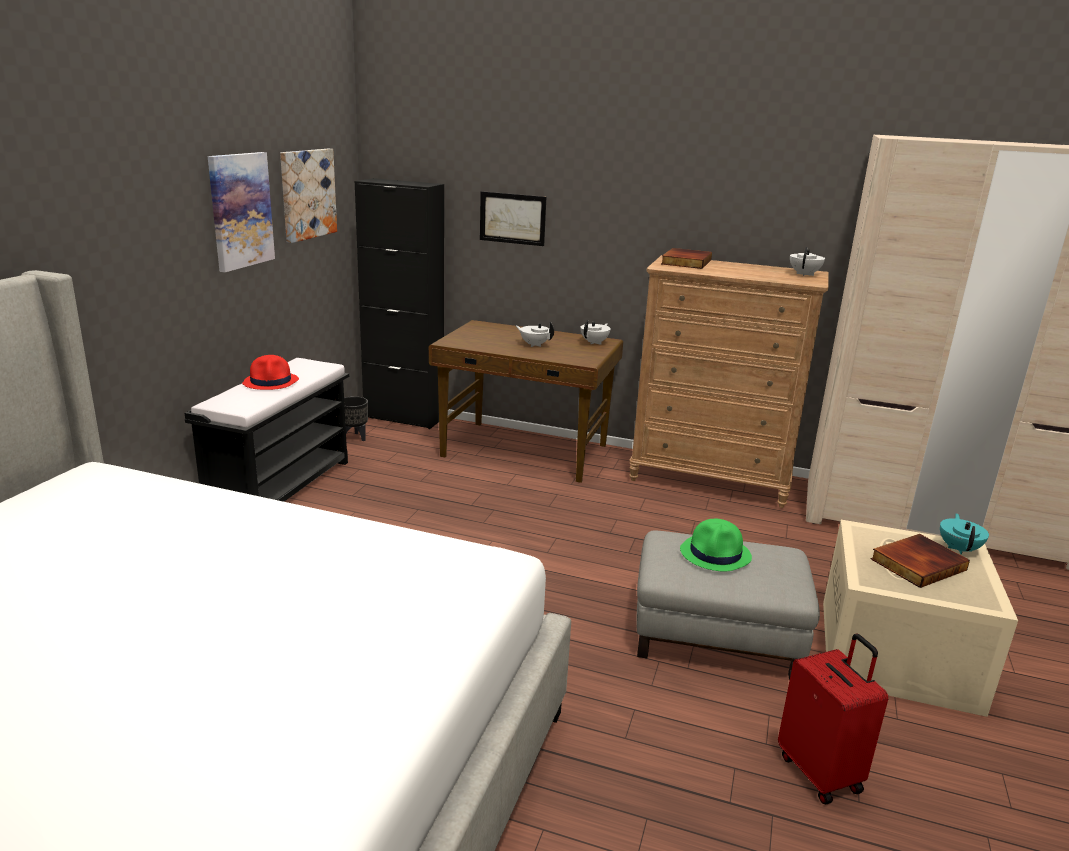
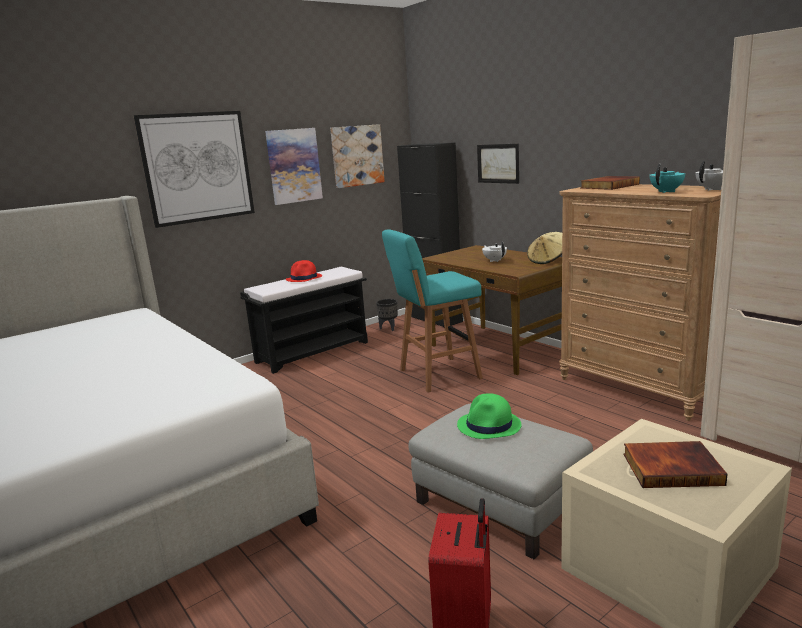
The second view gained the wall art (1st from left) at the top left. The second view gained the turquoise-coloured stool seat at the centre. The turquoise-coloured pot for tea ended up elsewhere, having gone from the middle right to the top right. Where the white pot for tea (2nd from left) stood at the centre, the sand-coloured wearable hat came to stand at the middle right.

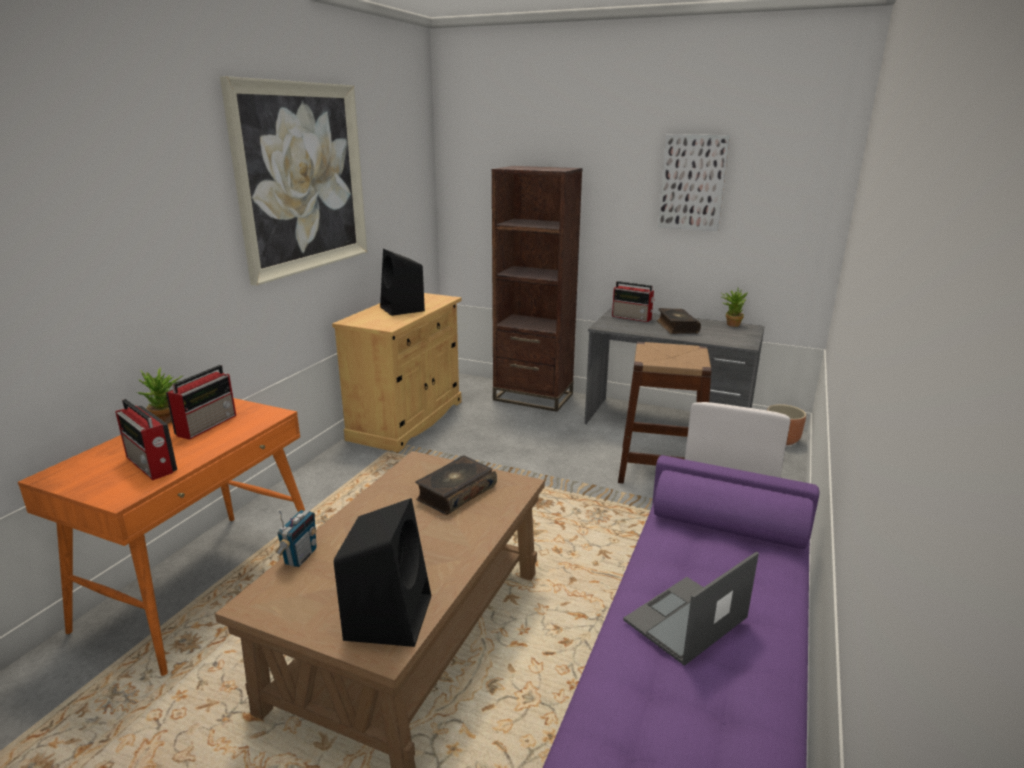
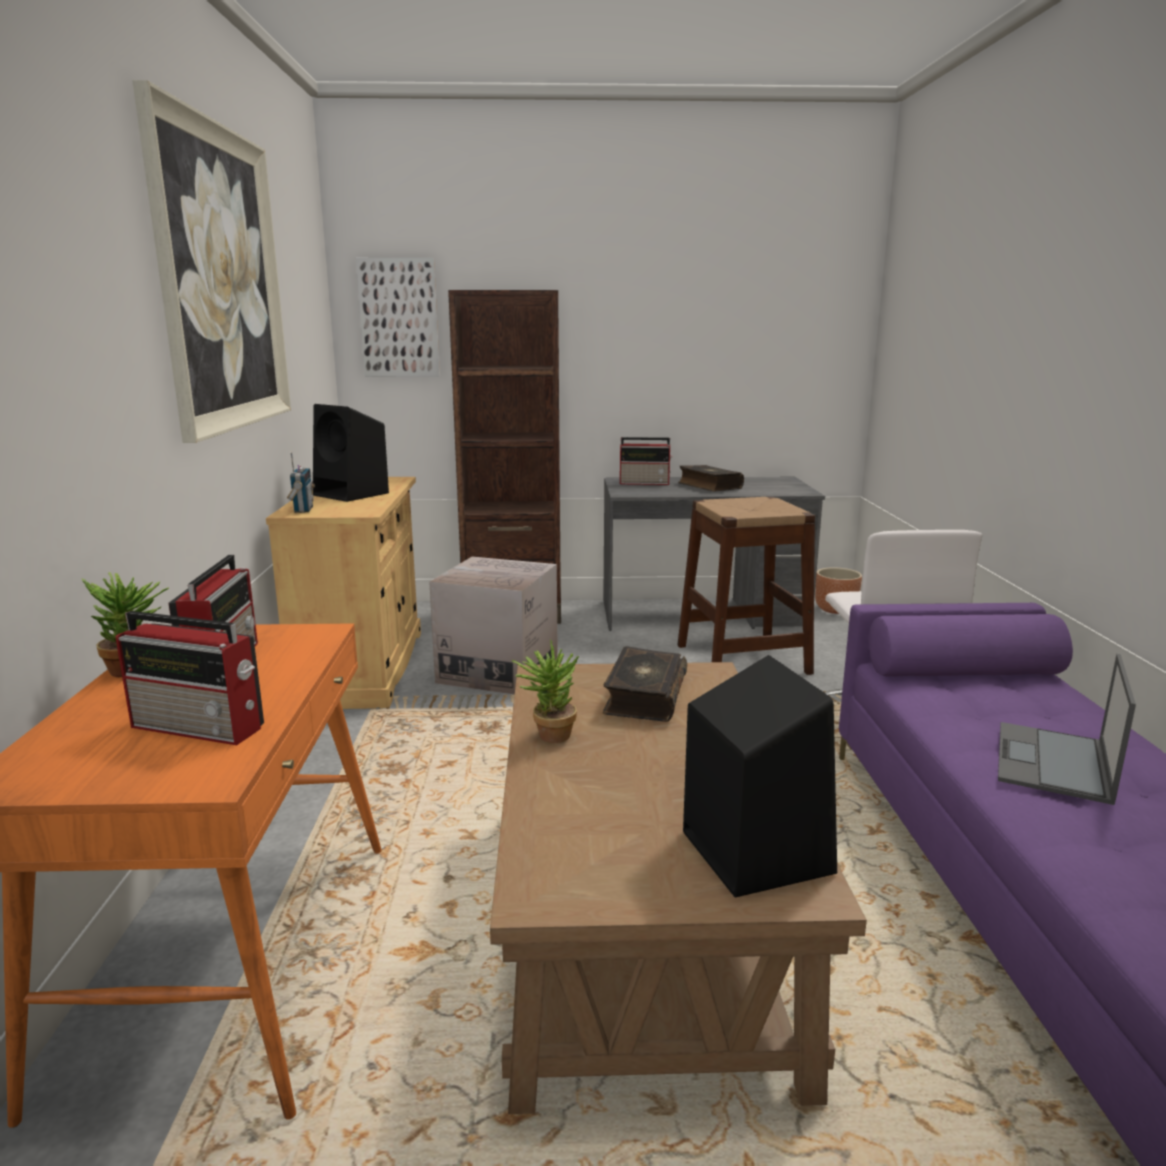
The second view gained the packing box at the centre. The radio (3rd from left) ended up elsewhere, having gone from the bottom left to the middle left. The wall art (2nd from left) ended up elsewhere, having gone from the top right to the top centre. The potted plant (2nd from left) ended up elsewhere, having gone from the middle right to the centre.

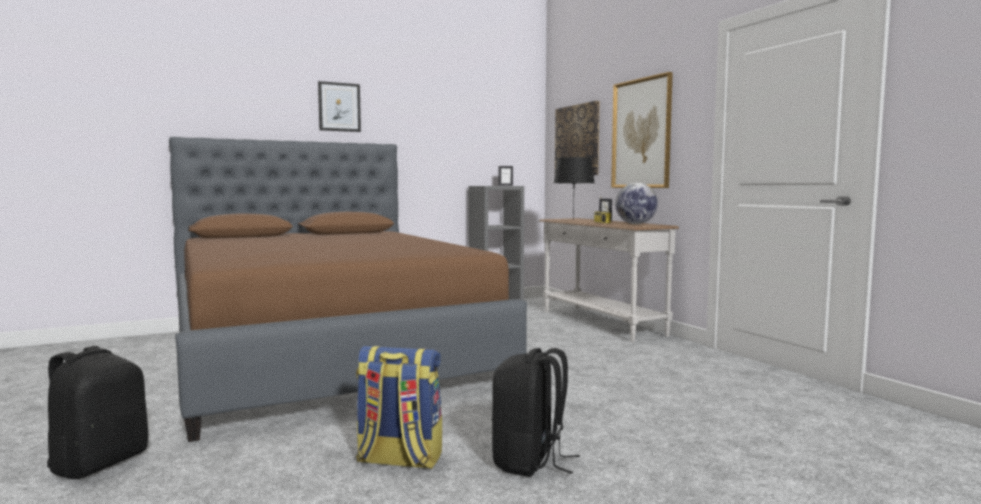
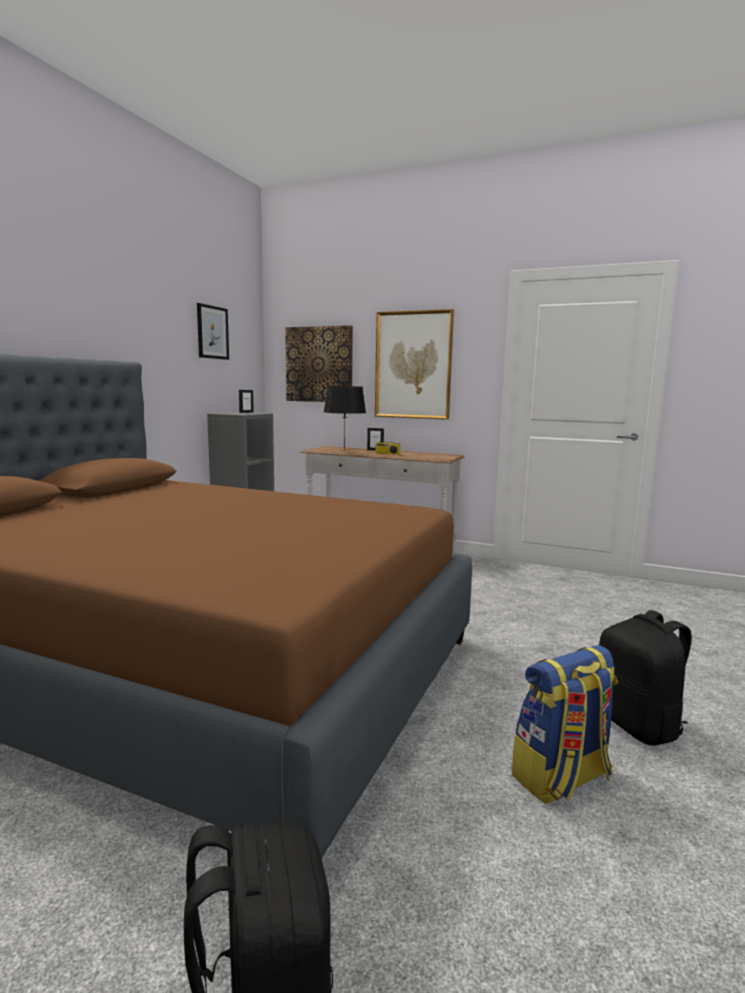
The second view lost the globe at the centre. The wall art (1st from left) ended up elsewhere, having gone from the top centre to the middle left.

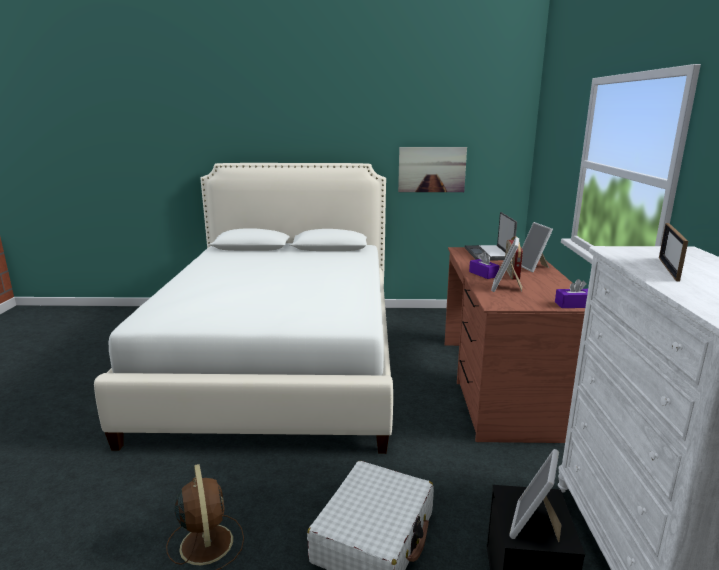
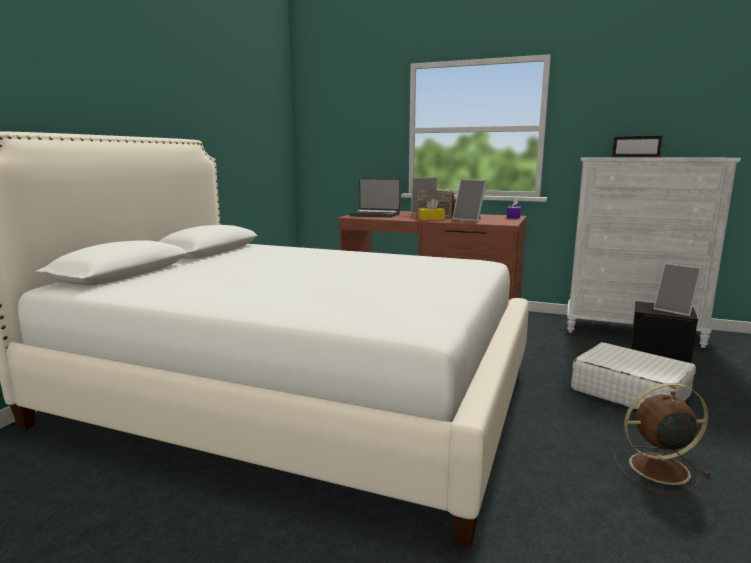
The second view lost the wall art at the top centre. What was the purplish tissue holder (1st from left) at the middle right turned into the yellowish tissue holder at the centre.

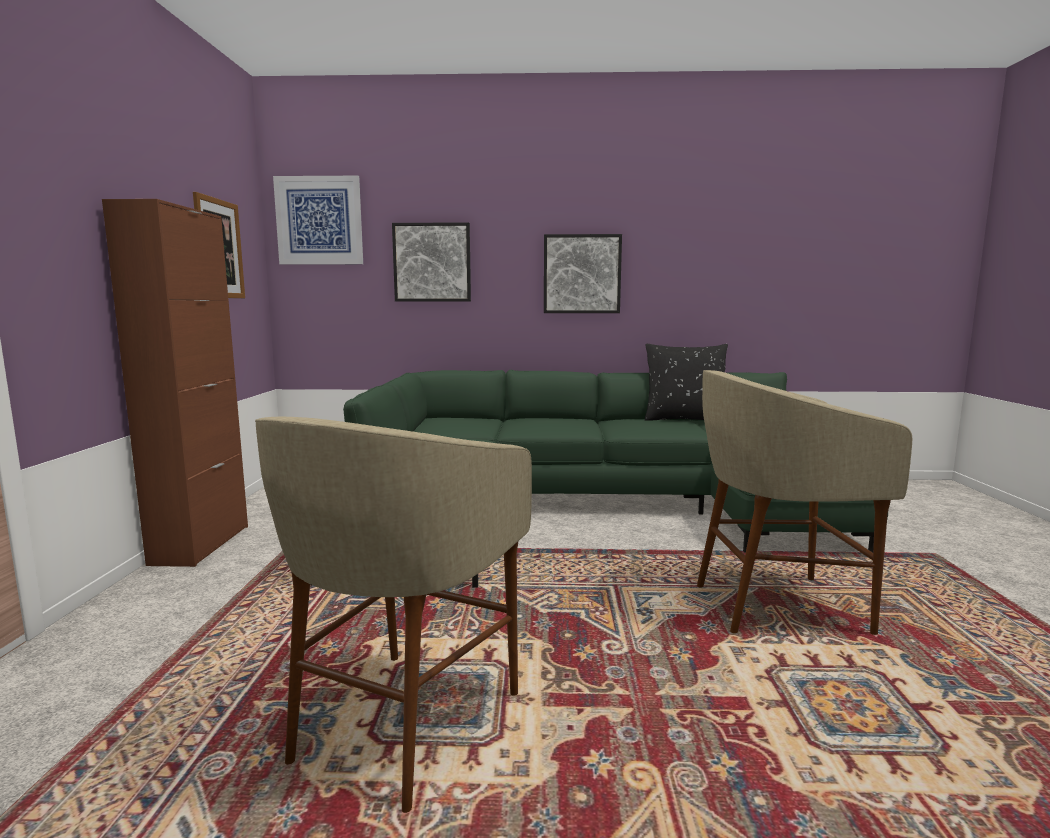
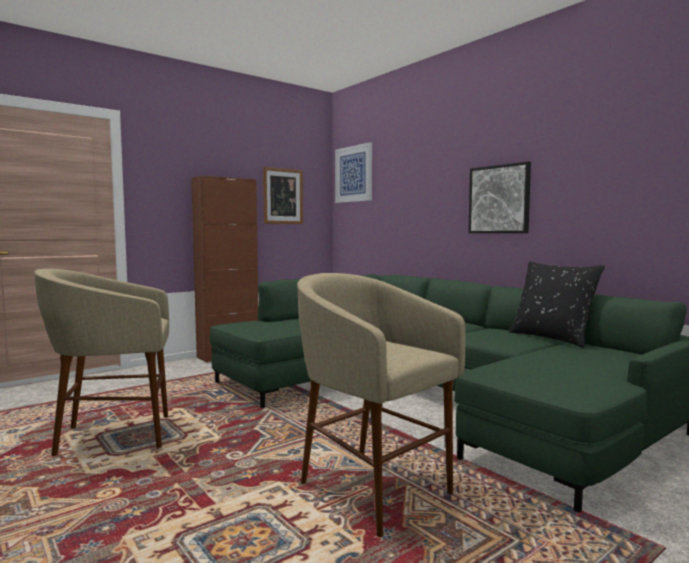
The second view lost the wall art (3rd from left) at the top centre.

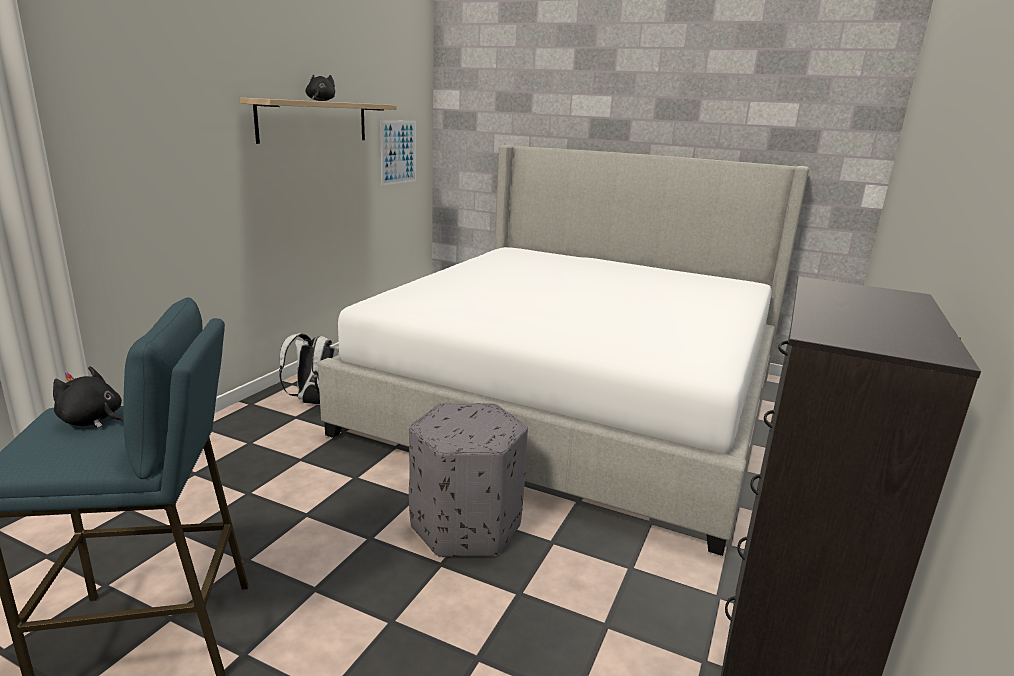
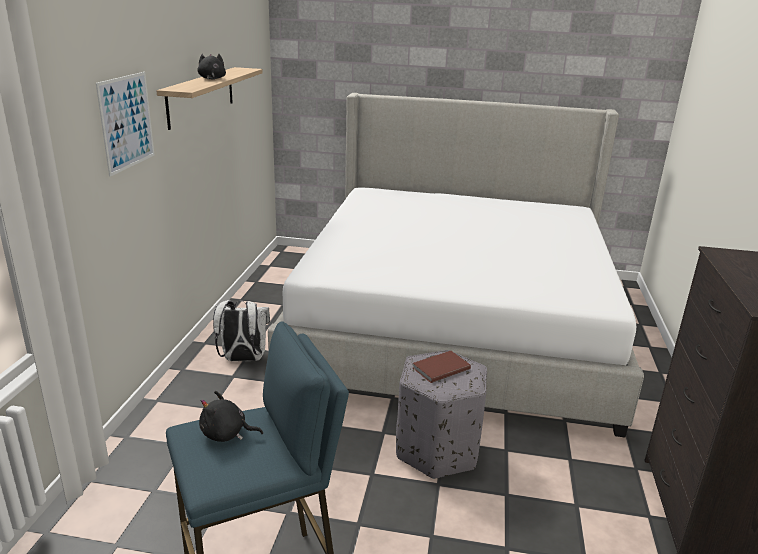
The second view gained the brown volume at the centre. The wall art ended up elsewhere, having gone from the top centre to the top left.

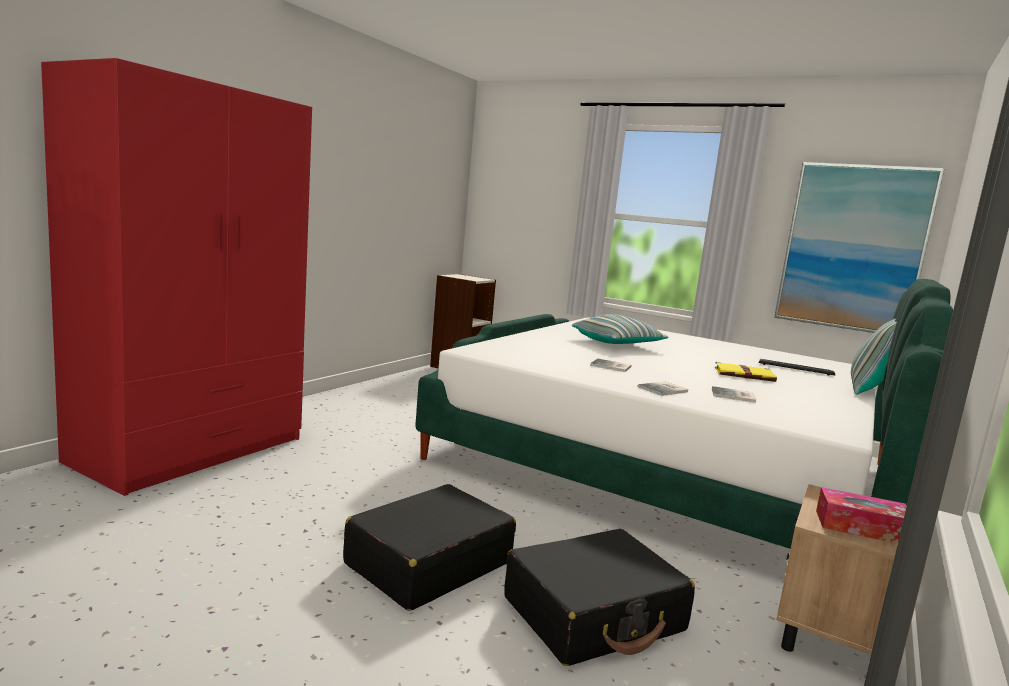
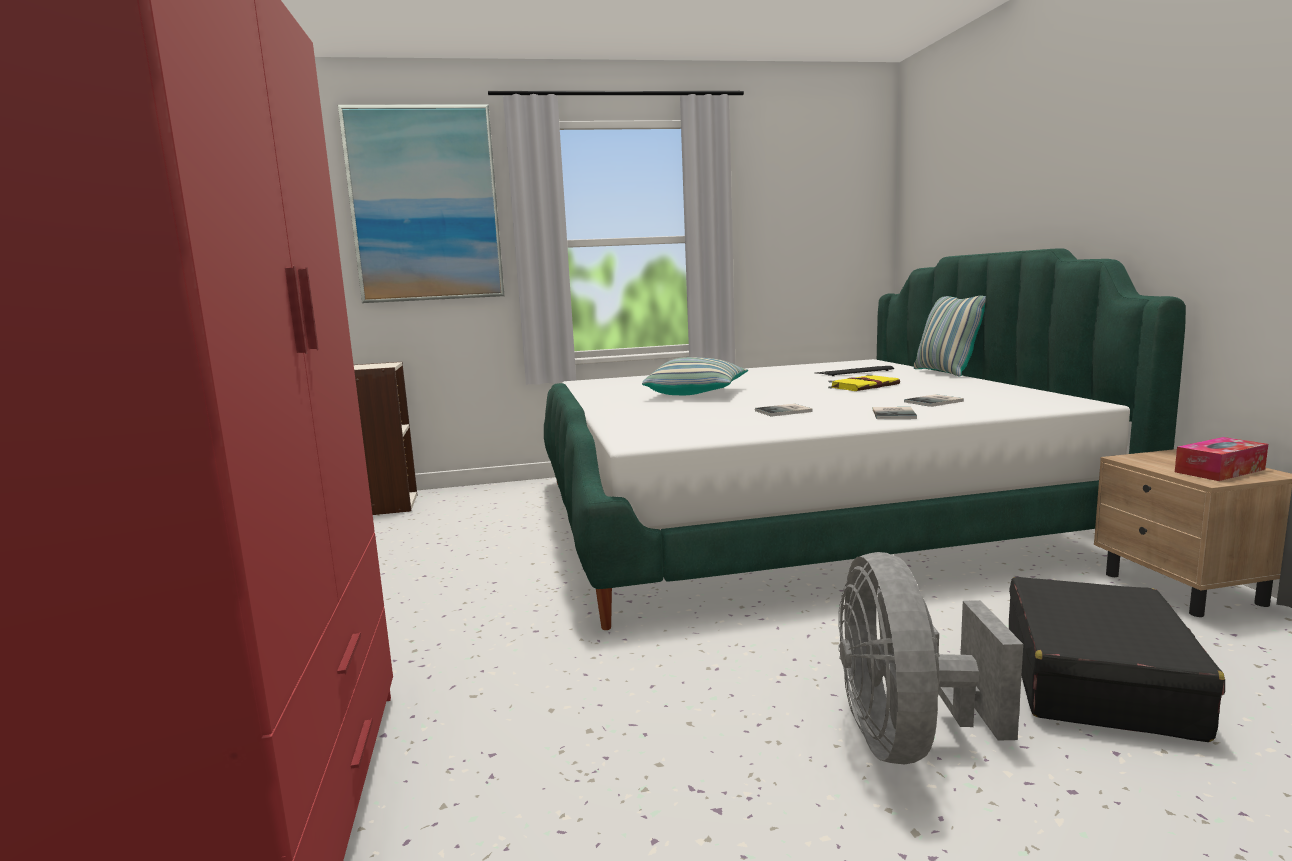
The wall art ended up elsewhere, having gone from the middle right to the top left. Where the blackish suitcase (1st from left) stood at the bottom centre, the greyish cooling fan came to stand at the bottom right.

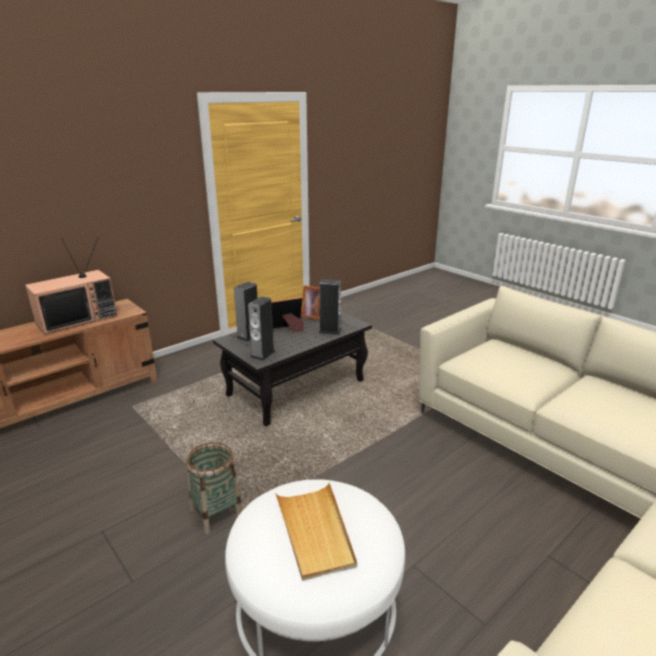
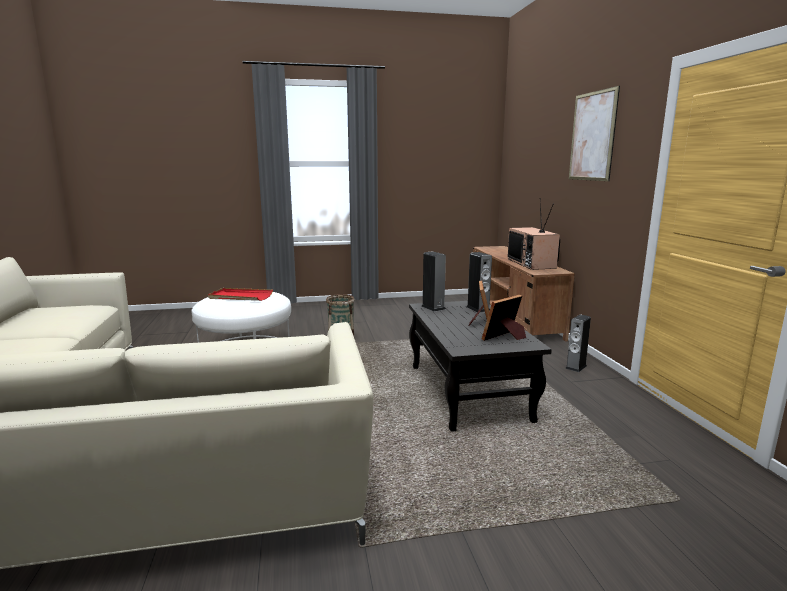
The second view gained the wall art at the top right. The loudspeaker (3rd from left) ended up elsewhere, having gone from the centre to the middle right. What was the sand-coloured serving tray at the bottom centre turned into the red-coloured serving tray at the middle left.

